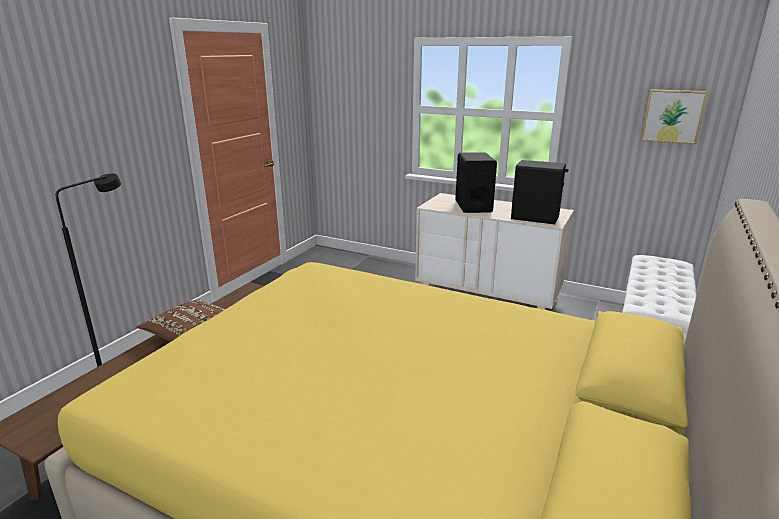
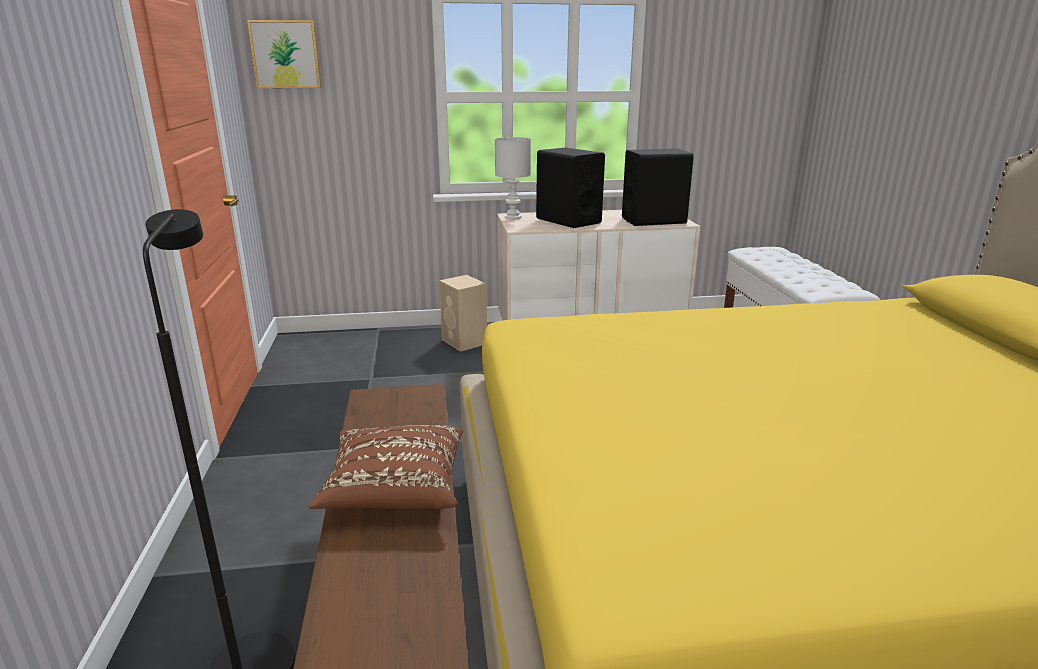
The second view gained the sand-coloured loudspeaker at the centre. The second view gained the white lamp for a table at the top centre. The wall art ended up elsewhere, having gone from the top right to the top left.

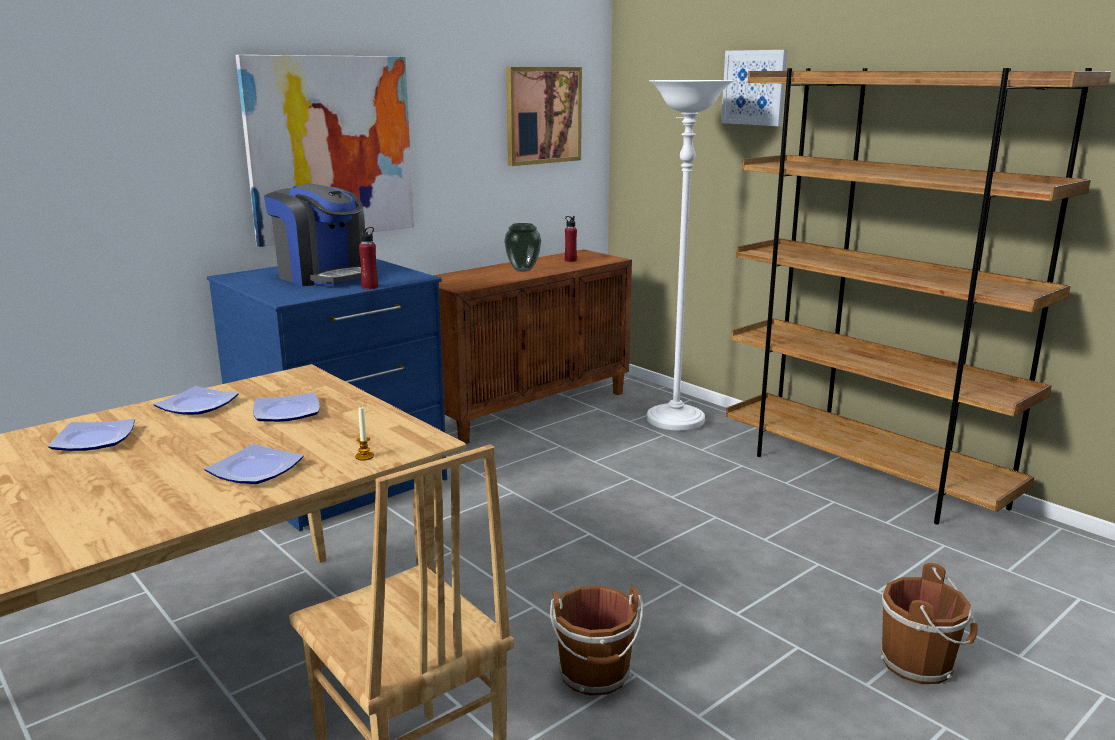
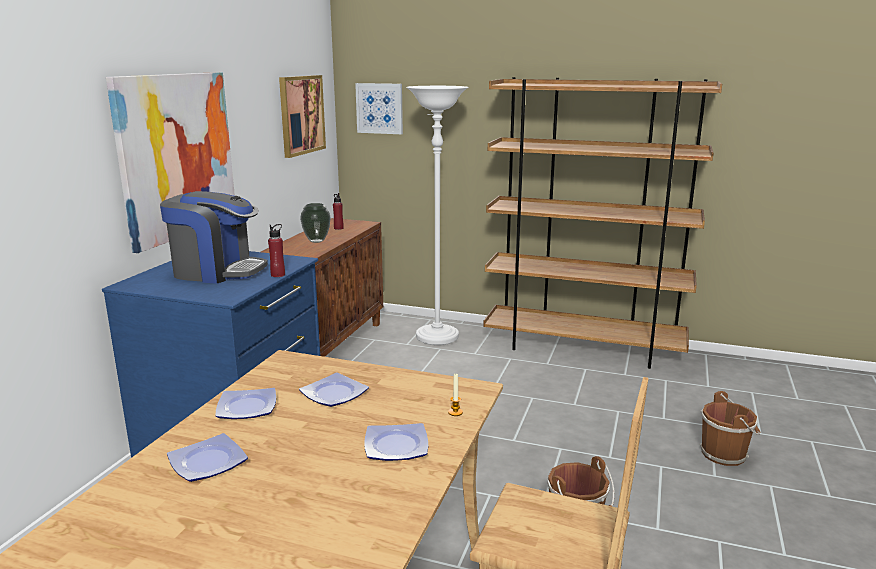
The wall art (3rd from left) ended up elsewhere, having gone from the top right to the top centre.

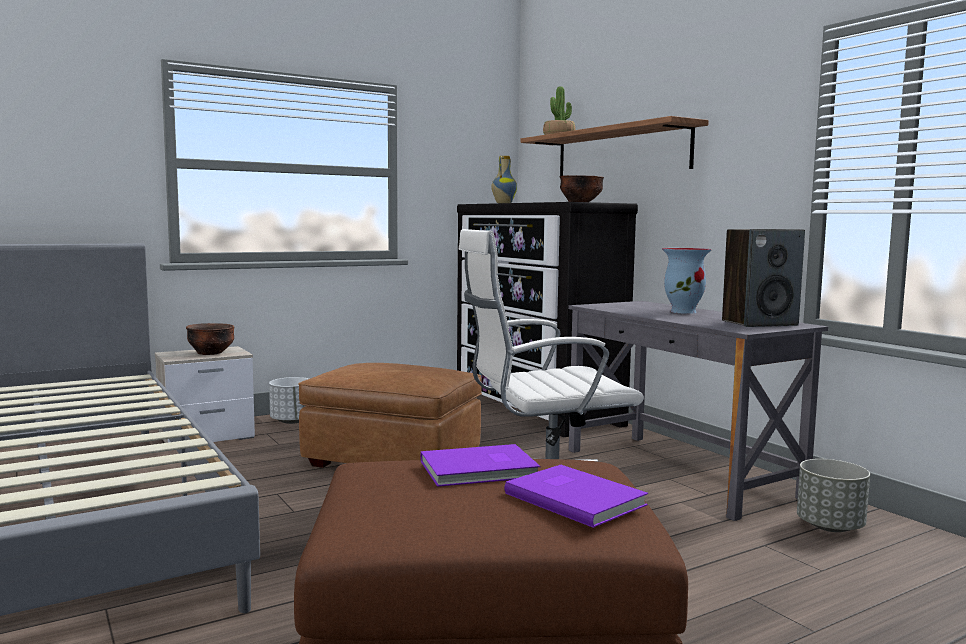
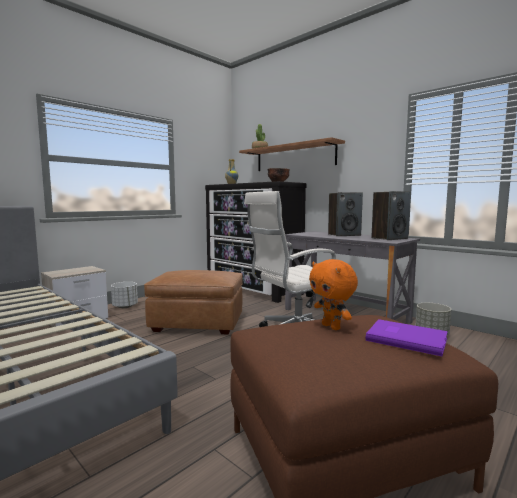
The second view lost the brown bowl (1st from left) at the middle left. Where the purplish volume (1st from left) stood at the bottom centre, the orangey cuddly toy came to stand at the centre. Where the decorative vase (2nd from left) stood at the middle right, the loudspeaker (1st from left) came to stand at the middle right.

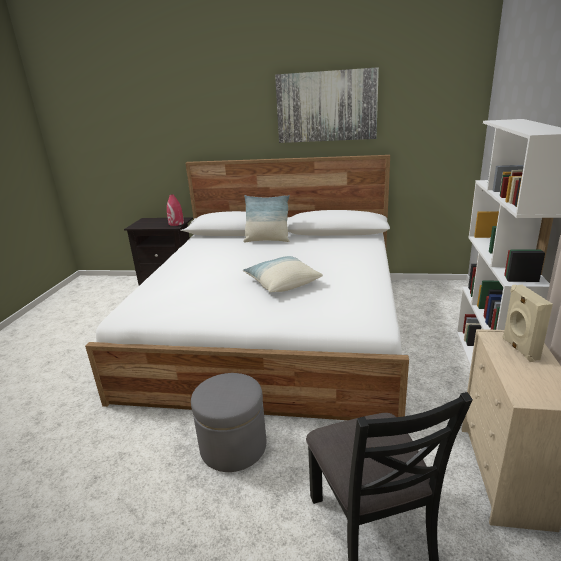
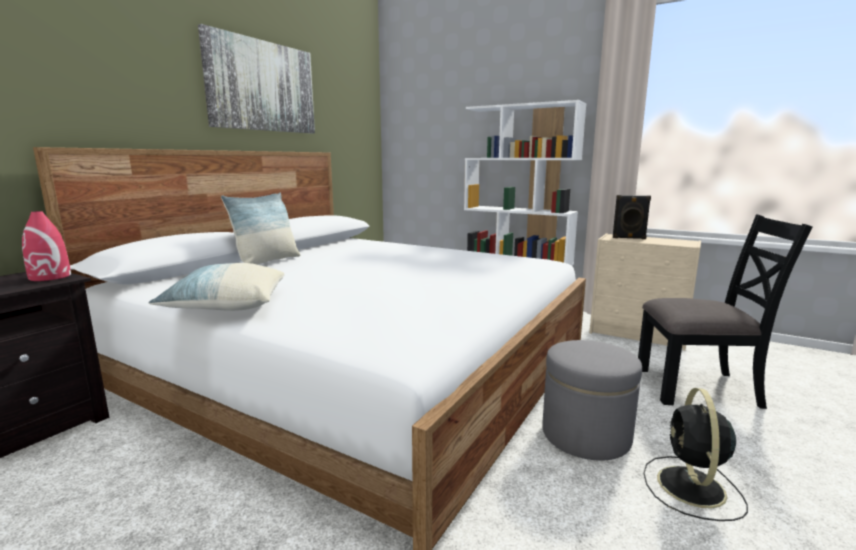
The second view gained the blackish cooling fan at the bottom right. The pillow (2nd from left in the first image) ended up elsewhere, having gone from the centre to the middle left. What was the sand-coloured loudspeaker at the middle right turned into the blackish loudspeaker at the middle right.

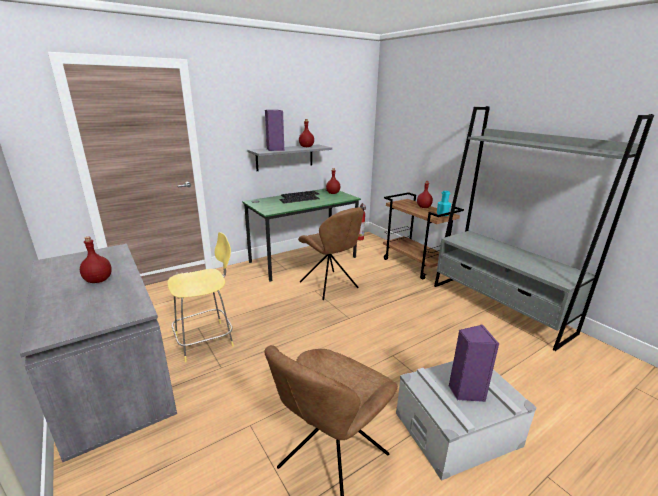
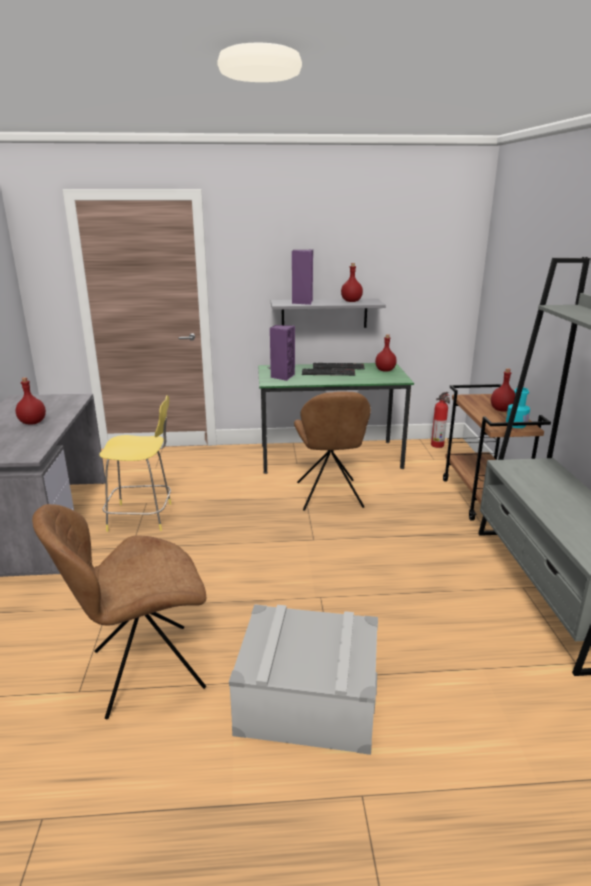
The purplish loudspeaker (2nd from left in the first image) ended up elsewhere, having gone from the bottom right to the centre.

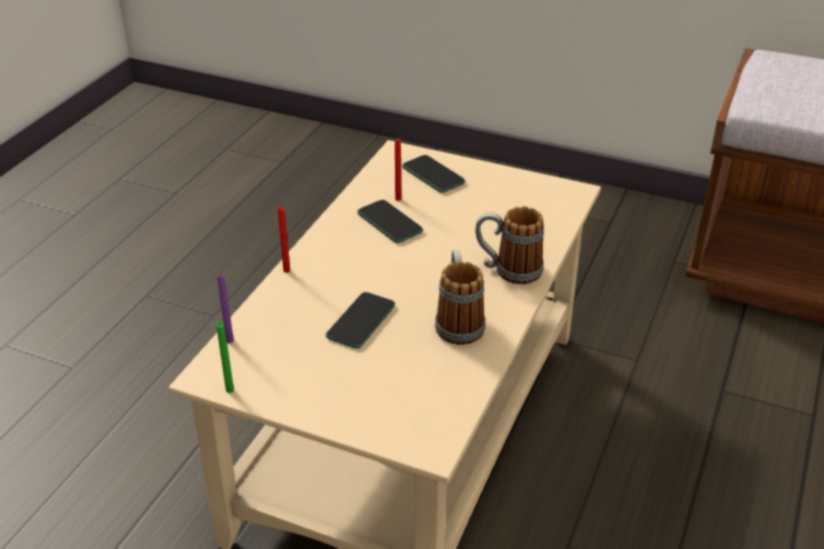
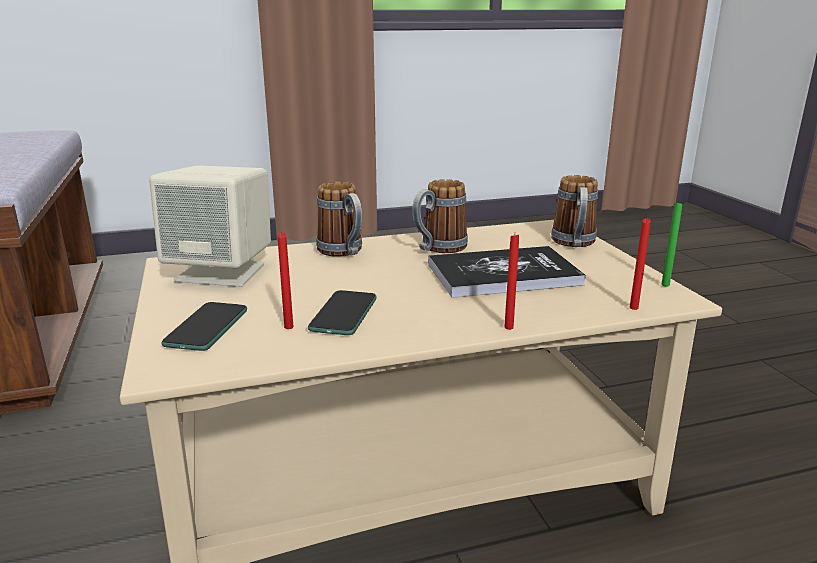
The second view gained the sand-coloured loudspeaker at the middle left. The second view gained the tea mug (3rd from left) at the middle right. Where the telephone (1st from left) stood at the centre, the volume came to stand at the centre. What was the purplish wax light at the middle left turned into the red-coloured wax light (3rd from left) at the middle right.

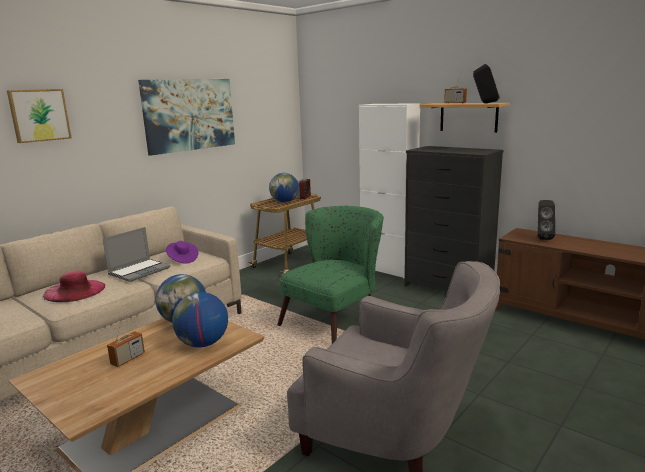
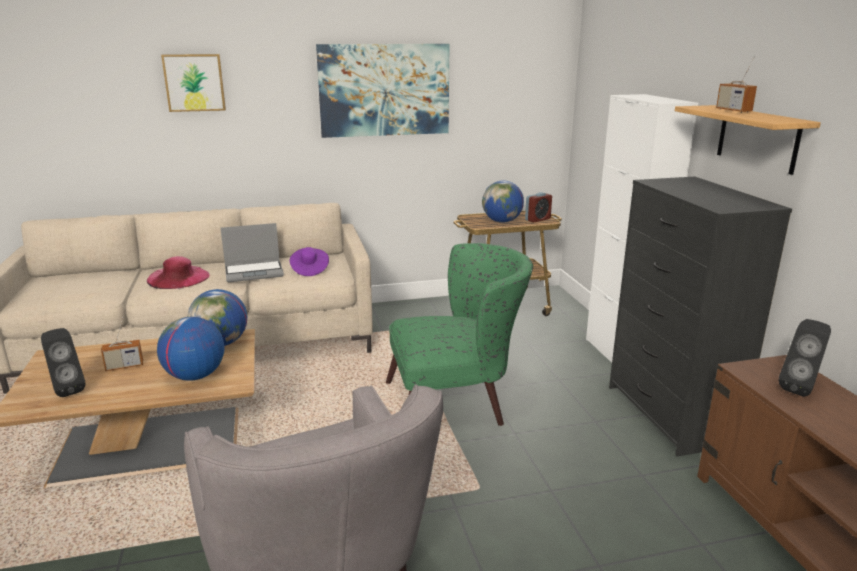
The blackish loudspeaker (1st from left) ended up elsewhere, having gone from the top right to the middle left.

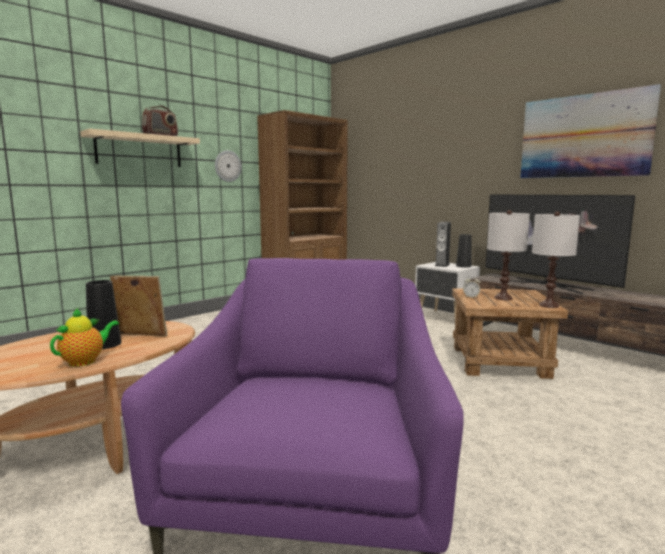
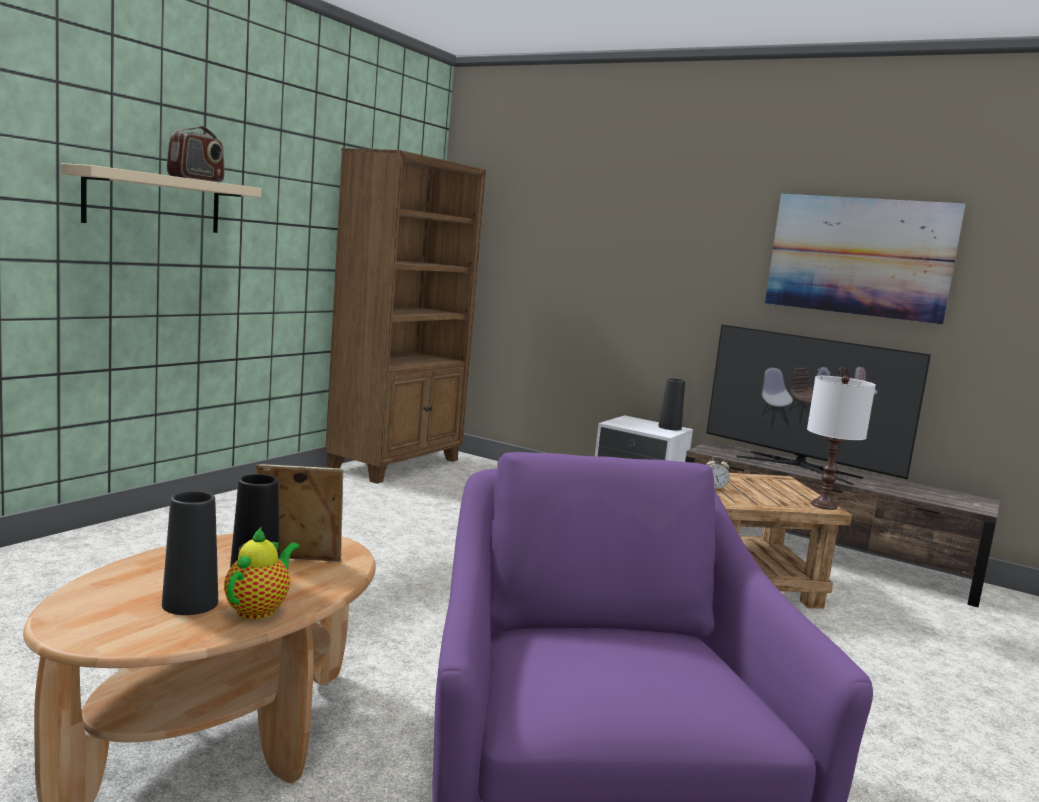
The second view lost the wall clock at the top centre. The second view lost the loudspeaker at the centre. The second view lost the white lamp for a table (1st from left) at the middle right. The second view gained the blackish decorative vase (1st from left) at the bottom left.

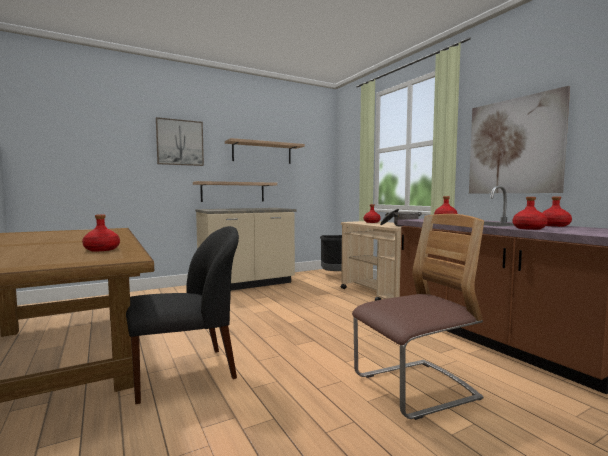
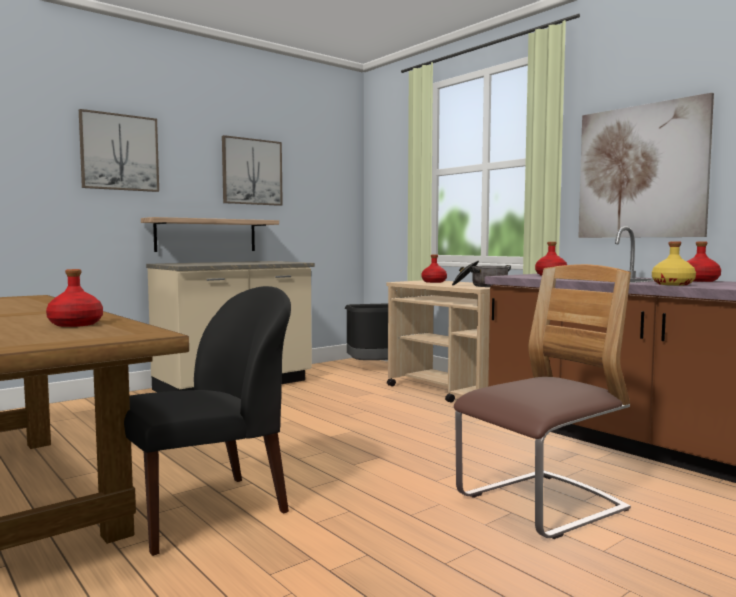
Where the shelf (2nd from left) hung at the top centre, the wall art (2nd from left) came to hang at the top centre. What was the red-coloured drink bottle (4th from left) at the middle right turned into the yellowish drink bottle at the middle right.

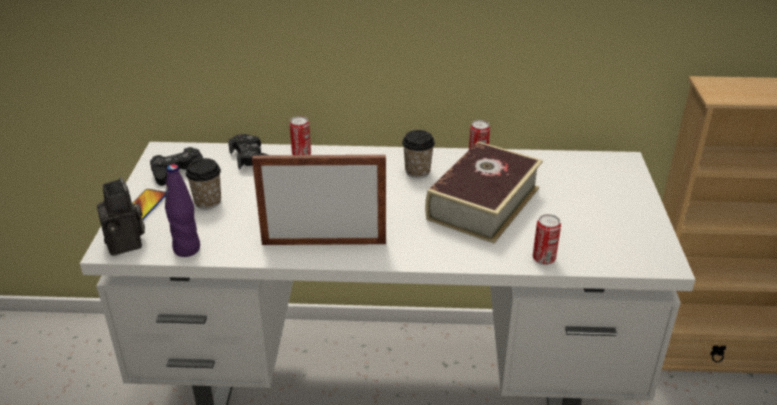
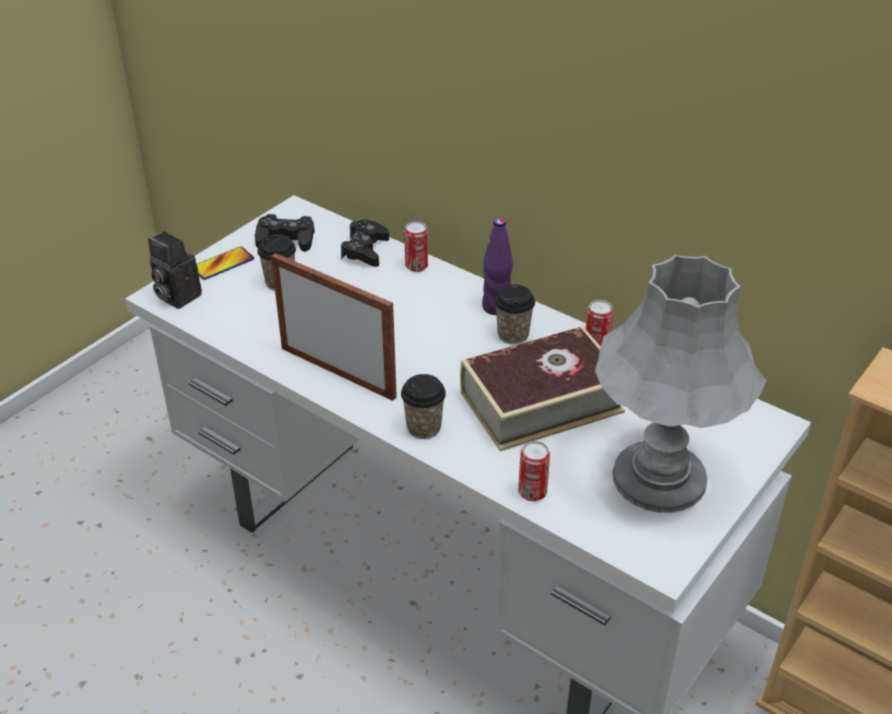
The second view gained the cup (2nd from left) at the centre. The second view gained the greyish lamp for a table at the middle right. The purplish drink bottle ended up elsewhere, having gone from the middle left to the centre. The photo camera at the middle left ended up facing another way, 120 degrees clockwise from before.

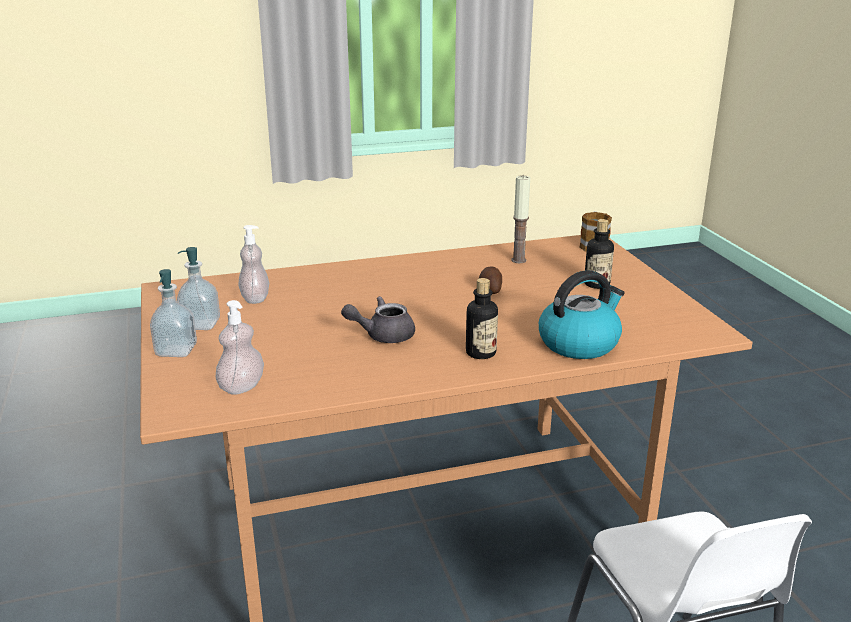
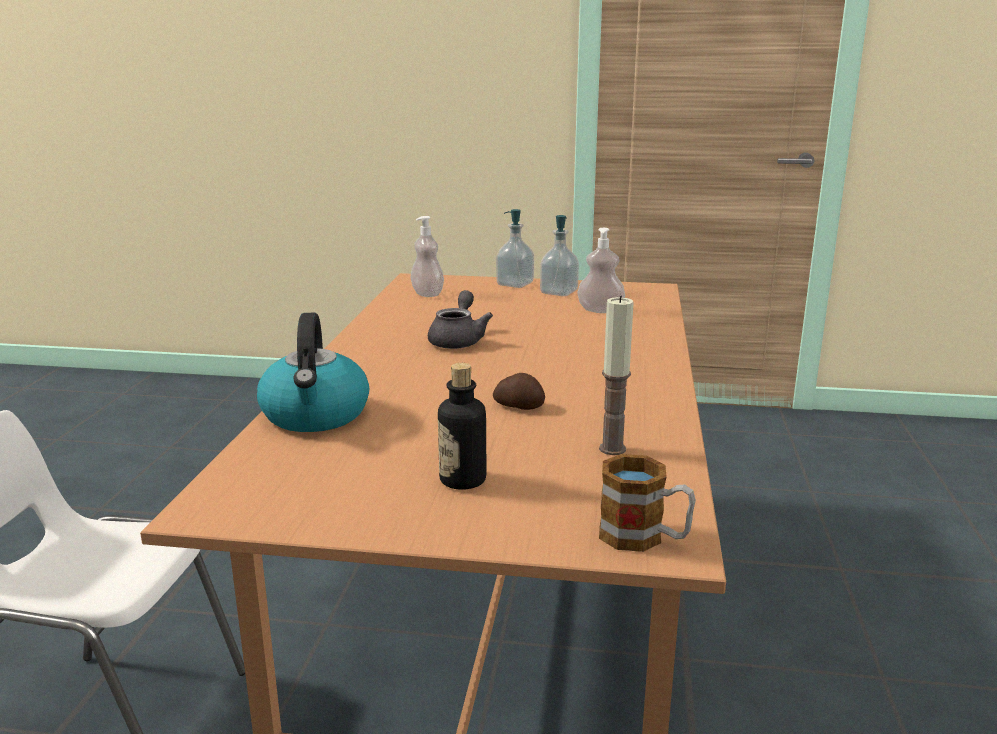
The second view lost the drink bottle (1st from left) at the centre.

